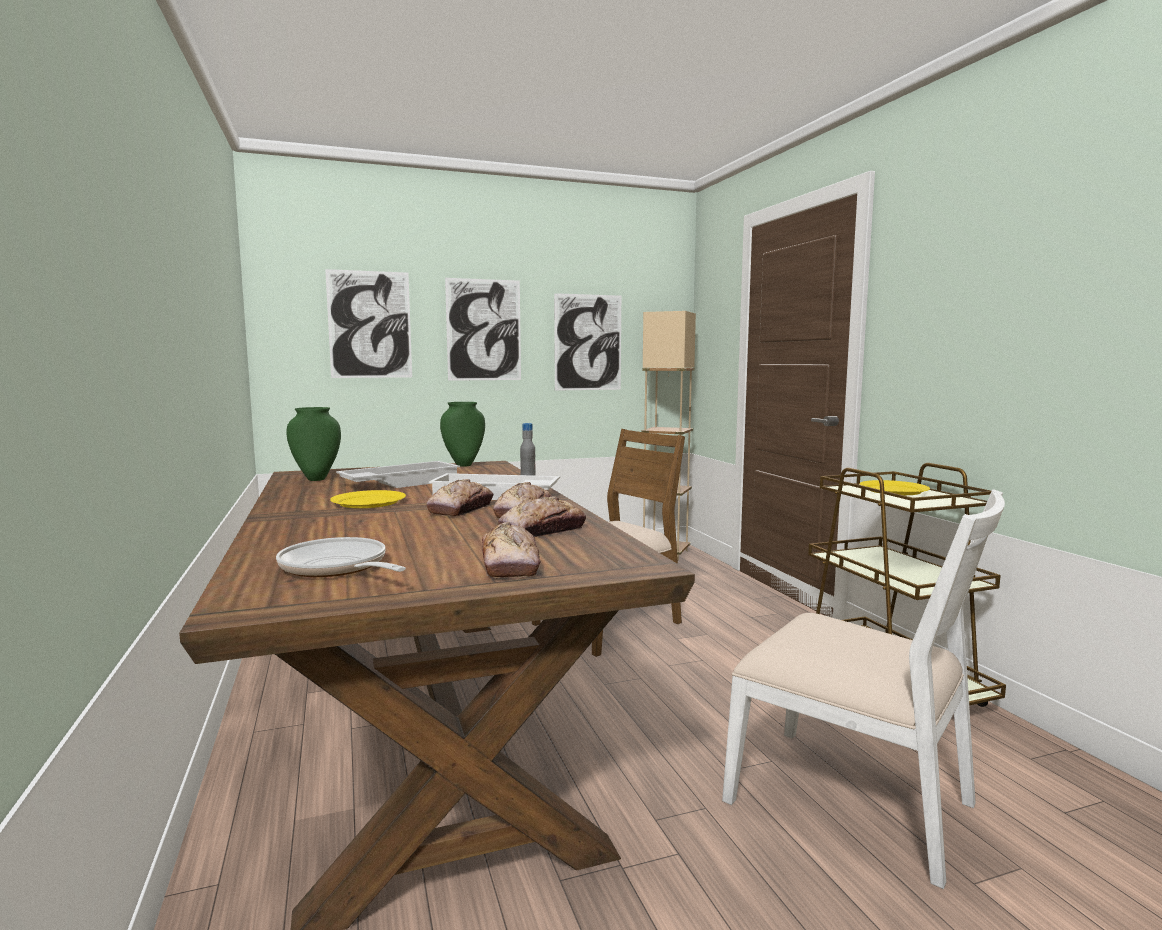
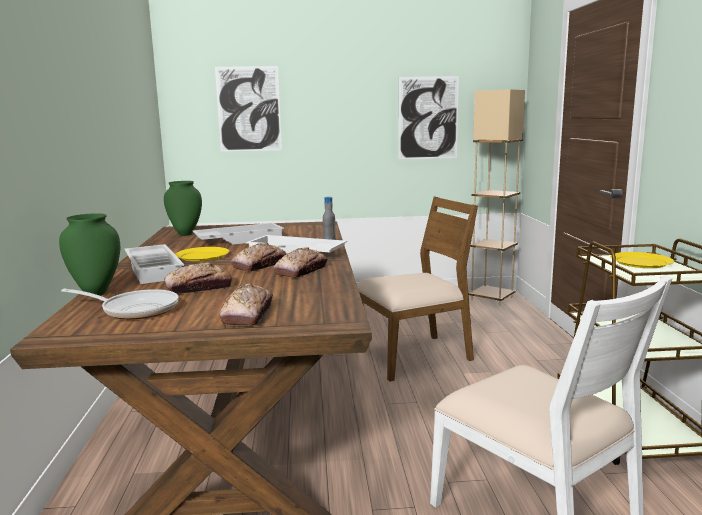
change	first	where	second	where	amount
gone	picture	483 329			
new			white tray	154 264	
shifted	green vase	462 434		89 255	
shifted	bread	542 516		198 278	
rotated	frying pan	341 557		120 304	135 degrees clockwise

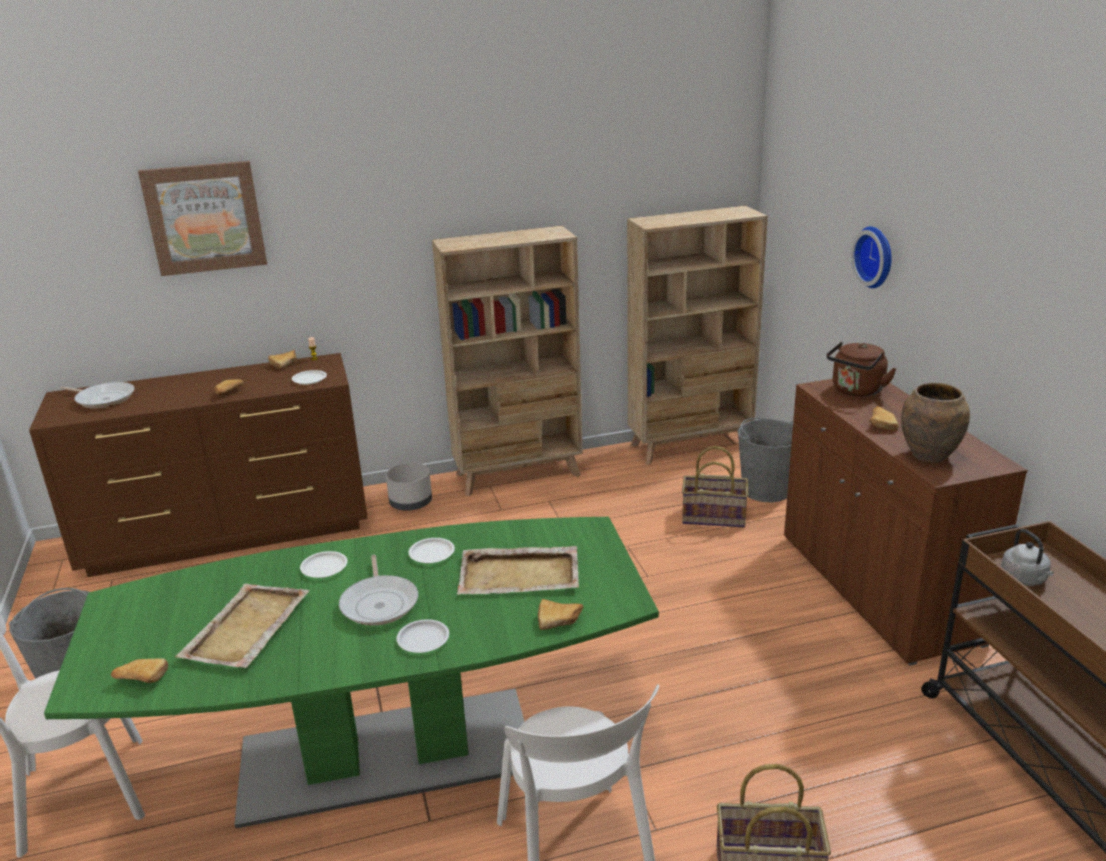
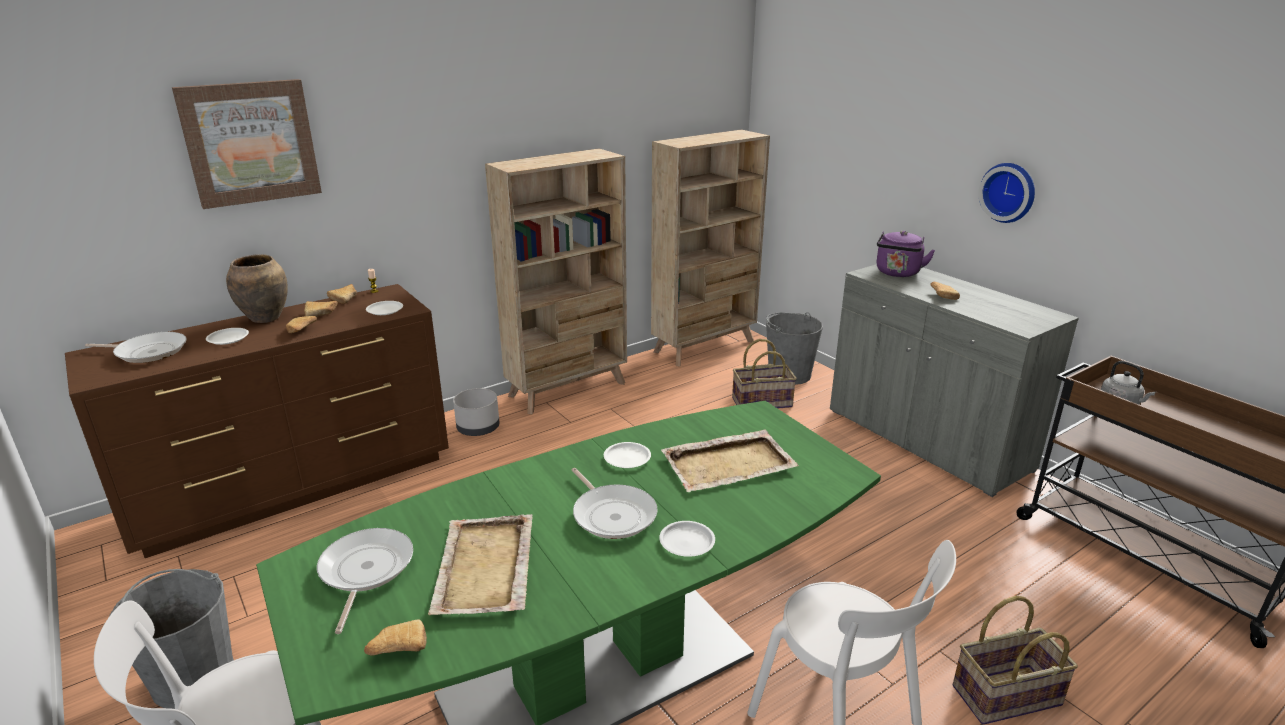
change	first	where	second	where	amount
new			frying pan	365 581	
shifted	white plate	324 564		227 336	
shifted	bread	560 614		321 309	
shifted	wall clock	871 257		1006 193	
shifted	brown vase	935 423		257 288	
repainted	brown cabinet	905 522	grey cabinet	954 380	
repainted	brown kettle	861 369	purple kettle	905 254	

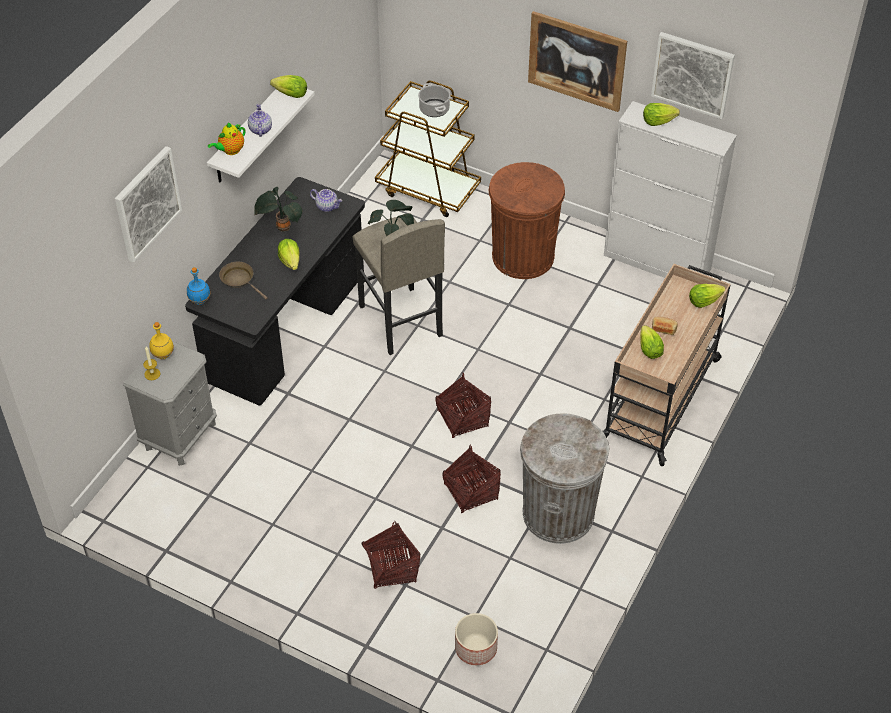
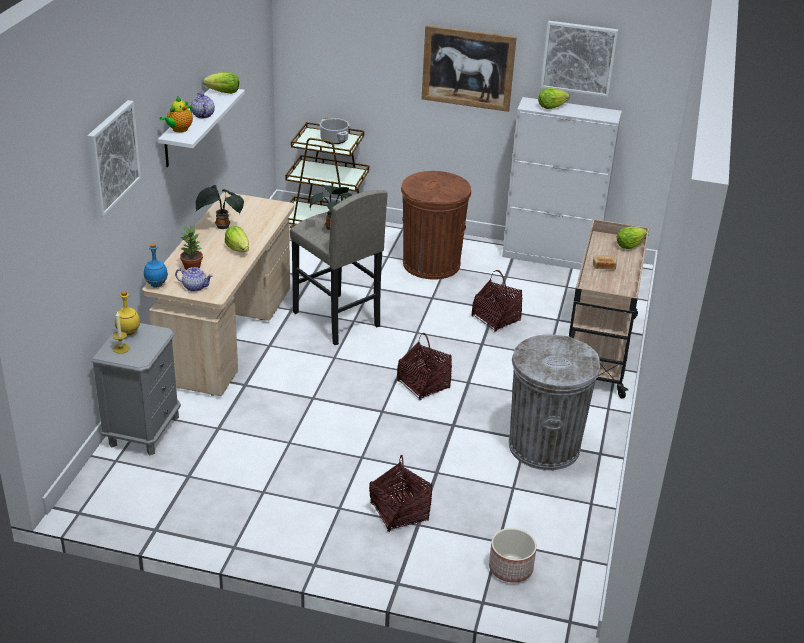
change	first	where	second	where	amount
gone	lettuce	652 342			
shifted	teapot	326 200		194 279	
shifted	basket	471 479		497 301	
swapped	brown frying pan	243 281	potted plant	191 248	
repainted	black desk	275 291	beige desk	218 294	

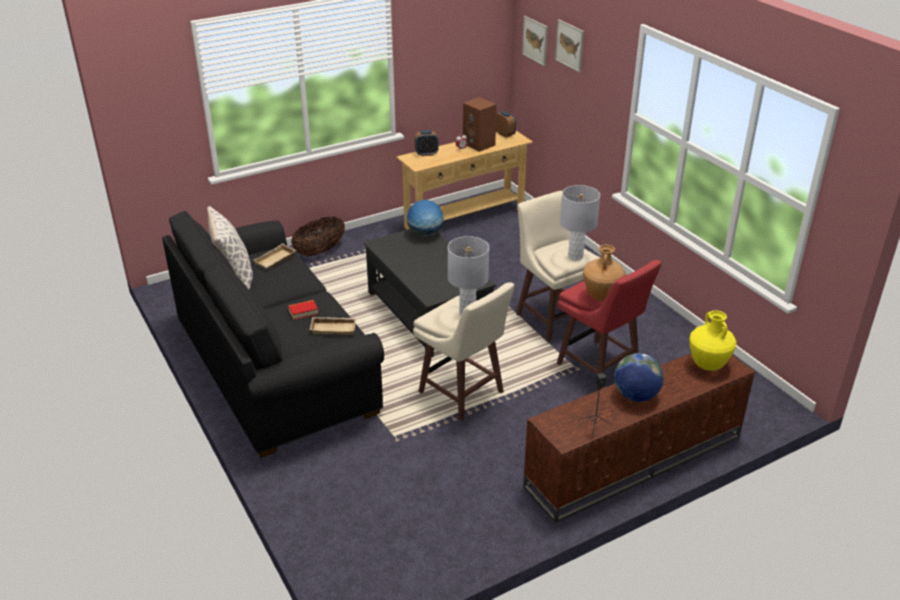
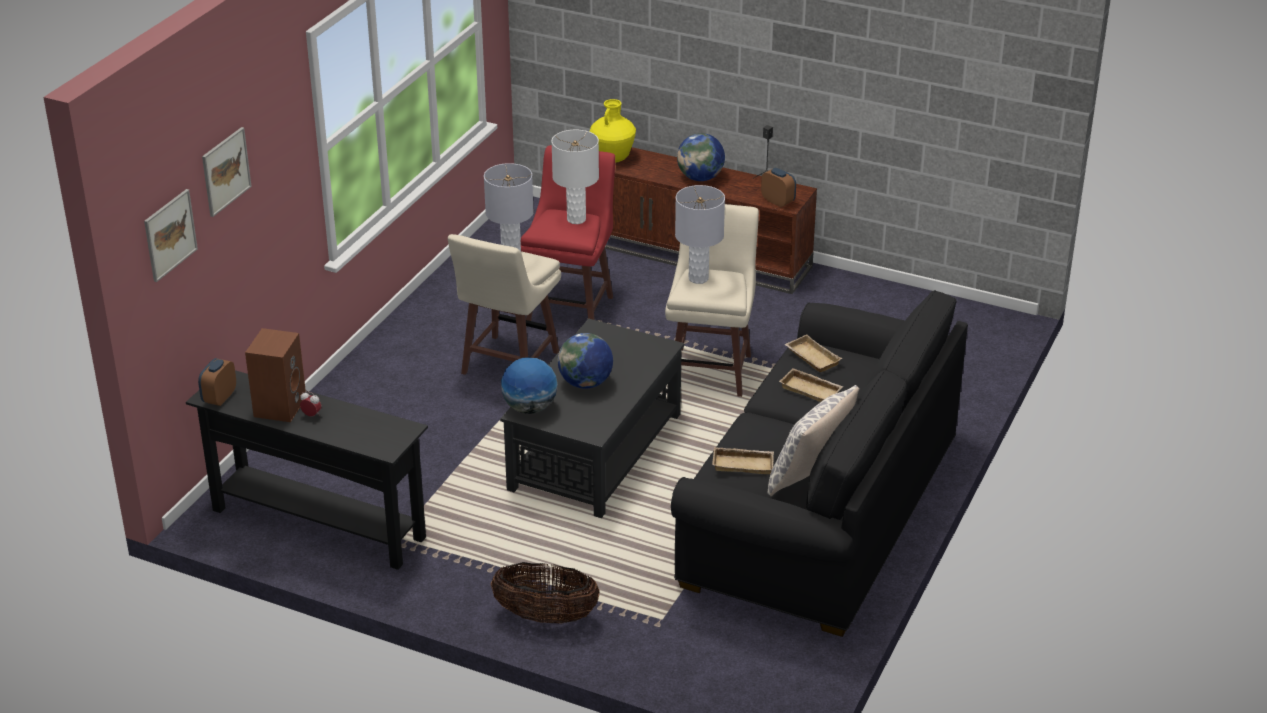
change	first	where	second	where	amount
new			globe	585 361	
shifted	alarm clock	426 143		778 187	
swapped	book	303 310	beige tray	811 385	
swapped	brown vase	604 273	white table lamp	575 177	
repainted	beige console table	464 180	black console table	307 470	

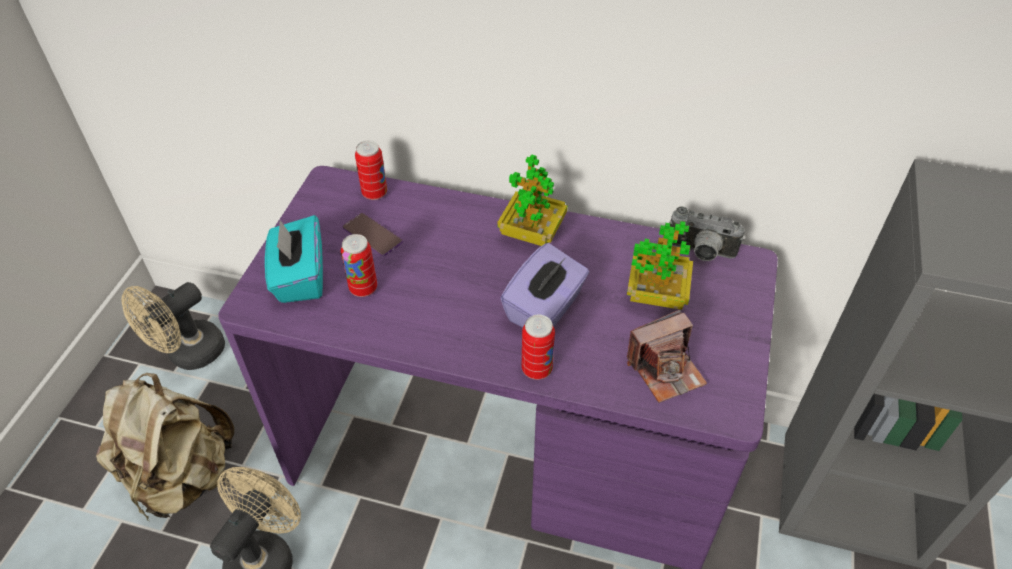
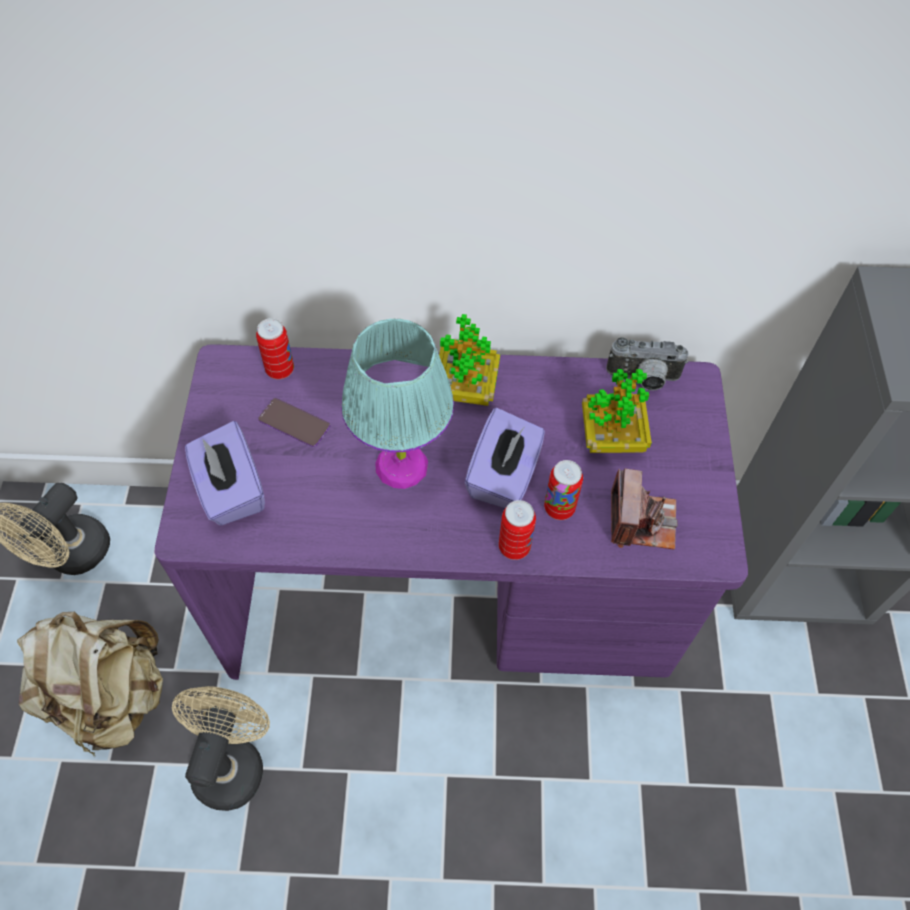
change	first	where	second	where	amount
new			turquoise table lamp	397 403	
shifted	can	359 265		563 490	
repainted	turquoise tissue box	294 259	purple tissue box	225 473	
rotated	photo camera	667 356		644 508	45 degrees counterclockwise

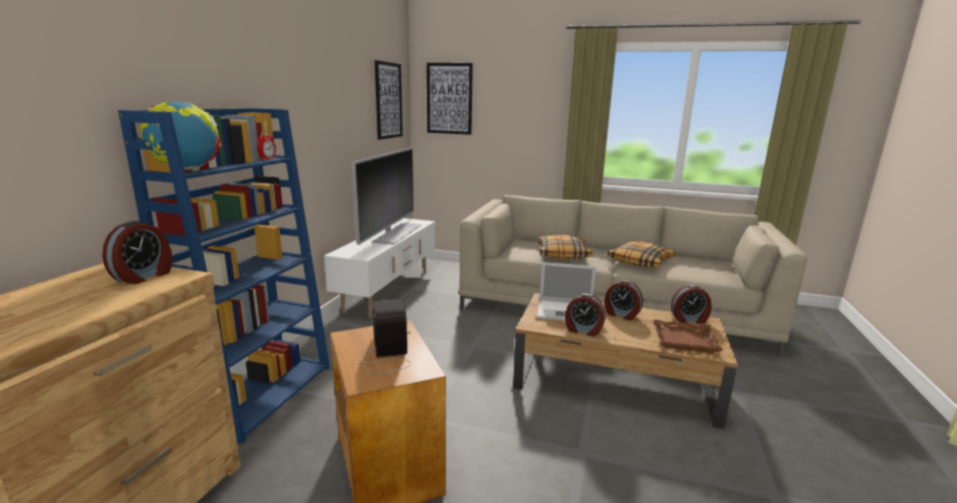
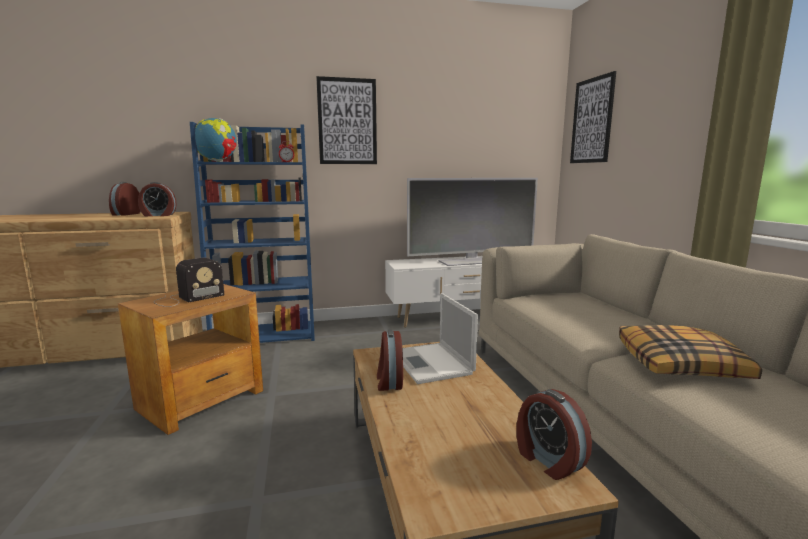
change	first	where	second	where	amount
gone	pillow	565 247			
gone	brown tray	688 336			
shifted	picture	389 100		346 120	
shifted	alarm clock	623 300		124 199	

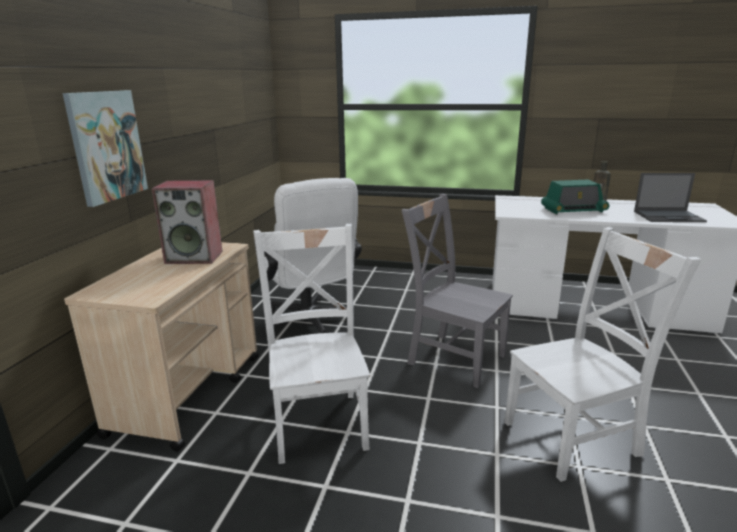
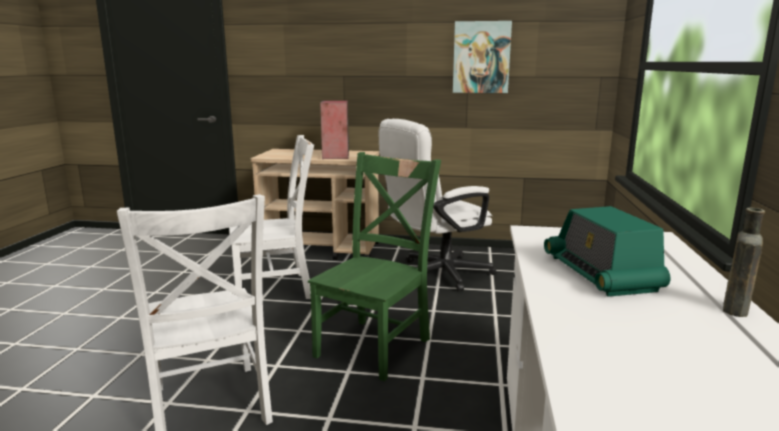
change	first	where	second	where	amount
gone	laptop	670 197			
shifted	picture	105 148		482 57	
repainted	grey chair	457 290	green chair	374 266	

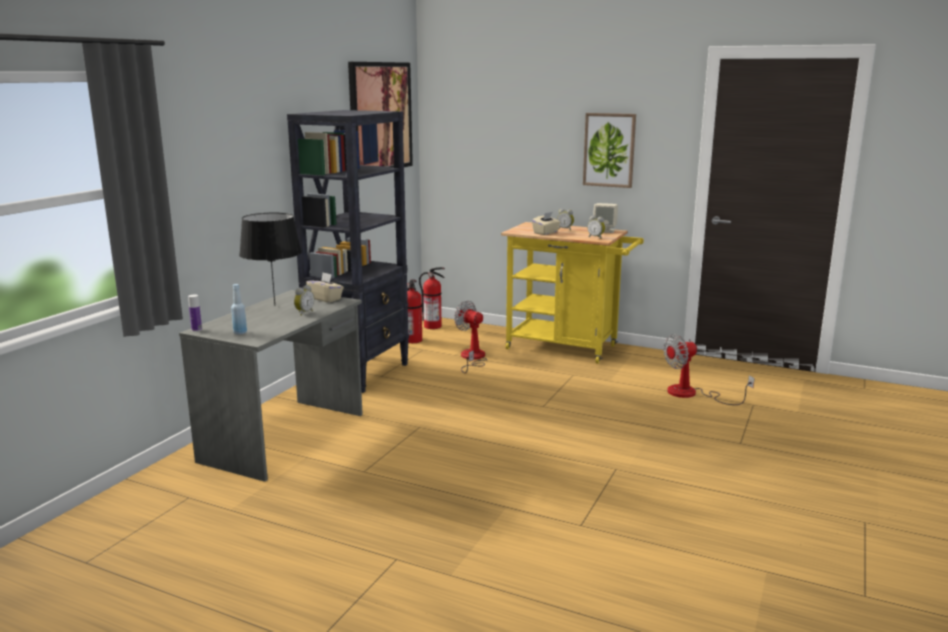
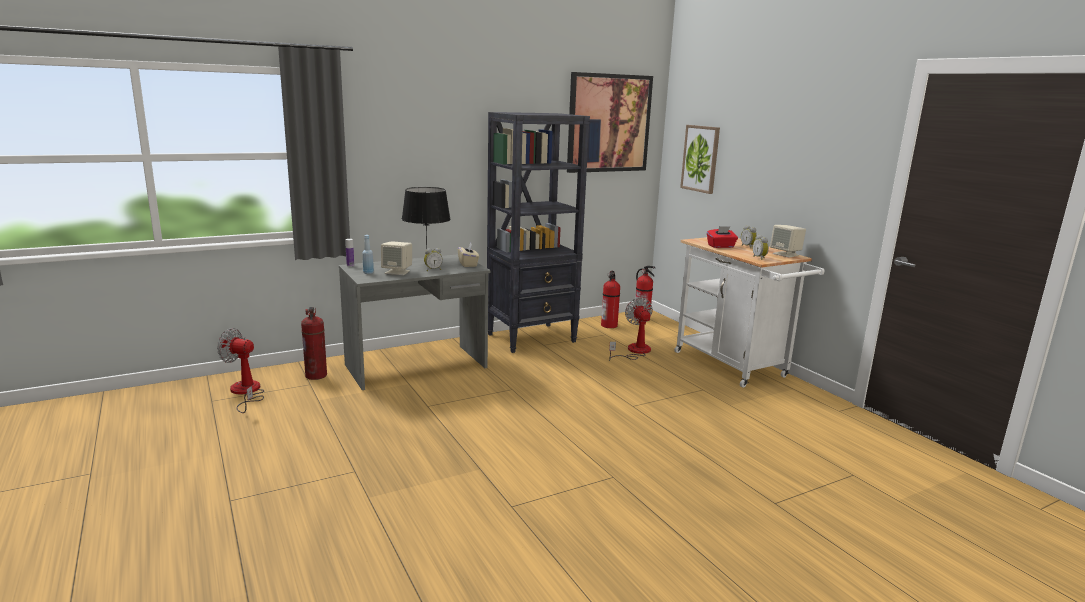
change	first	where	second	where	amount
new			fire extinguisher	314 343	
new			beige speaker	396 258	
shifted	picture	609 150		700 159	
shifted	fan	709 369		240 370	
repainted	yellow cart	572 293	white cart	749 312	
repainted	beige tissue box	546 223	red tissue box	722 237	

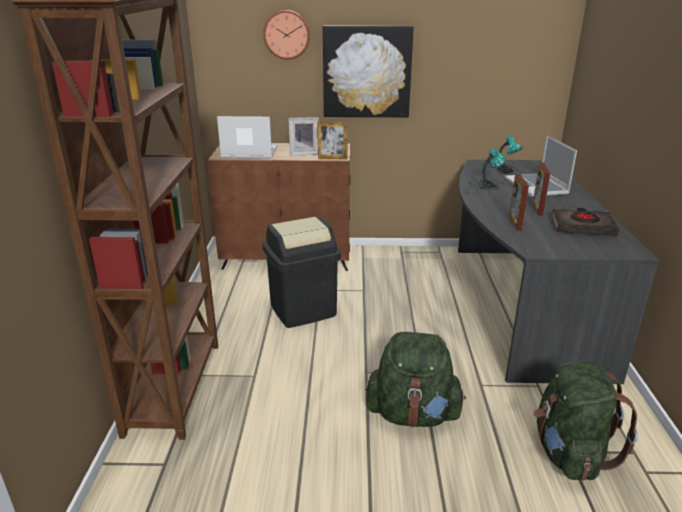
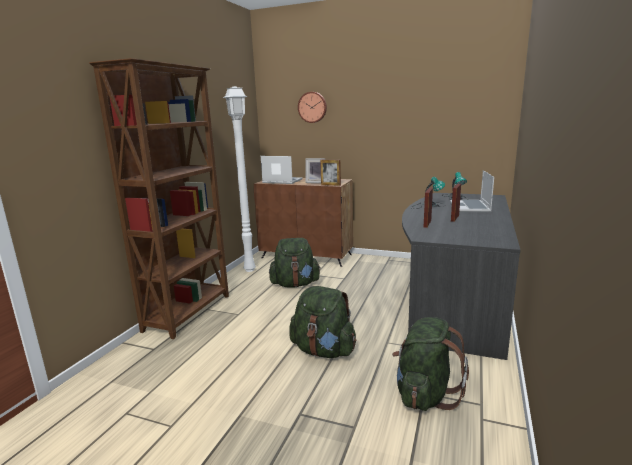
change	first	where	second	where	amount
gone	picture	368 71			
gone	black book	585 222			
new			white floor lamp	239 179	
swapped	black trash can	301 272	green backpack	295 263	

